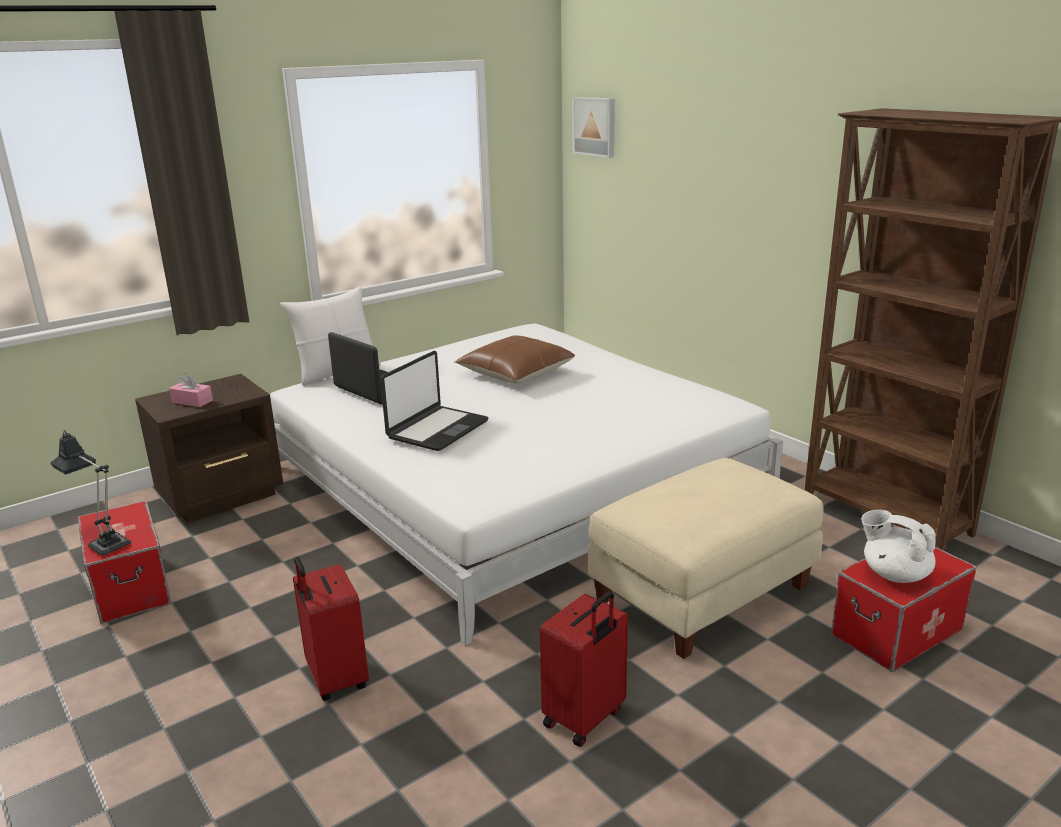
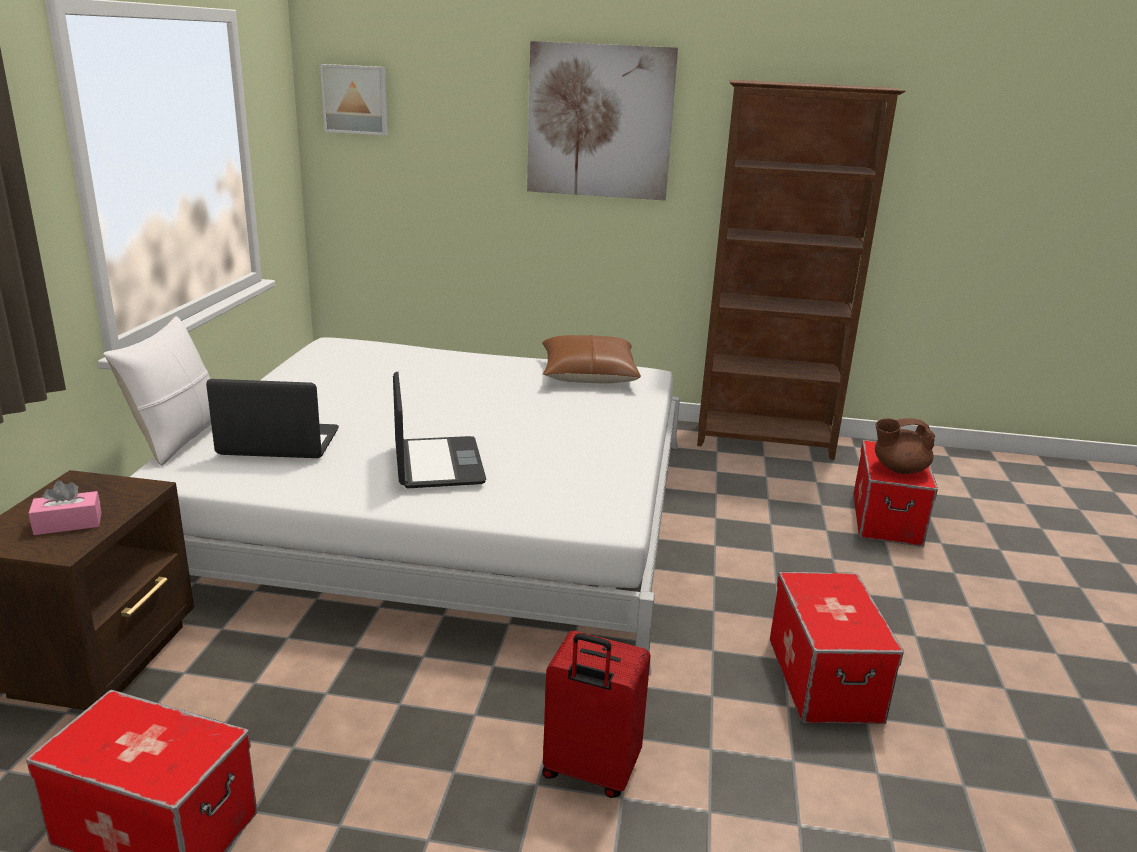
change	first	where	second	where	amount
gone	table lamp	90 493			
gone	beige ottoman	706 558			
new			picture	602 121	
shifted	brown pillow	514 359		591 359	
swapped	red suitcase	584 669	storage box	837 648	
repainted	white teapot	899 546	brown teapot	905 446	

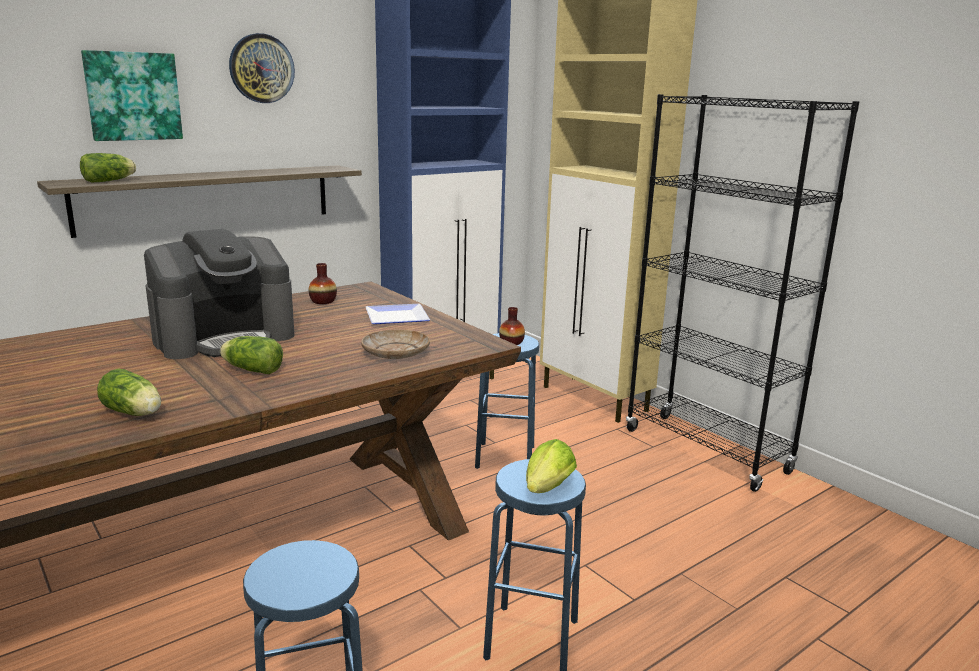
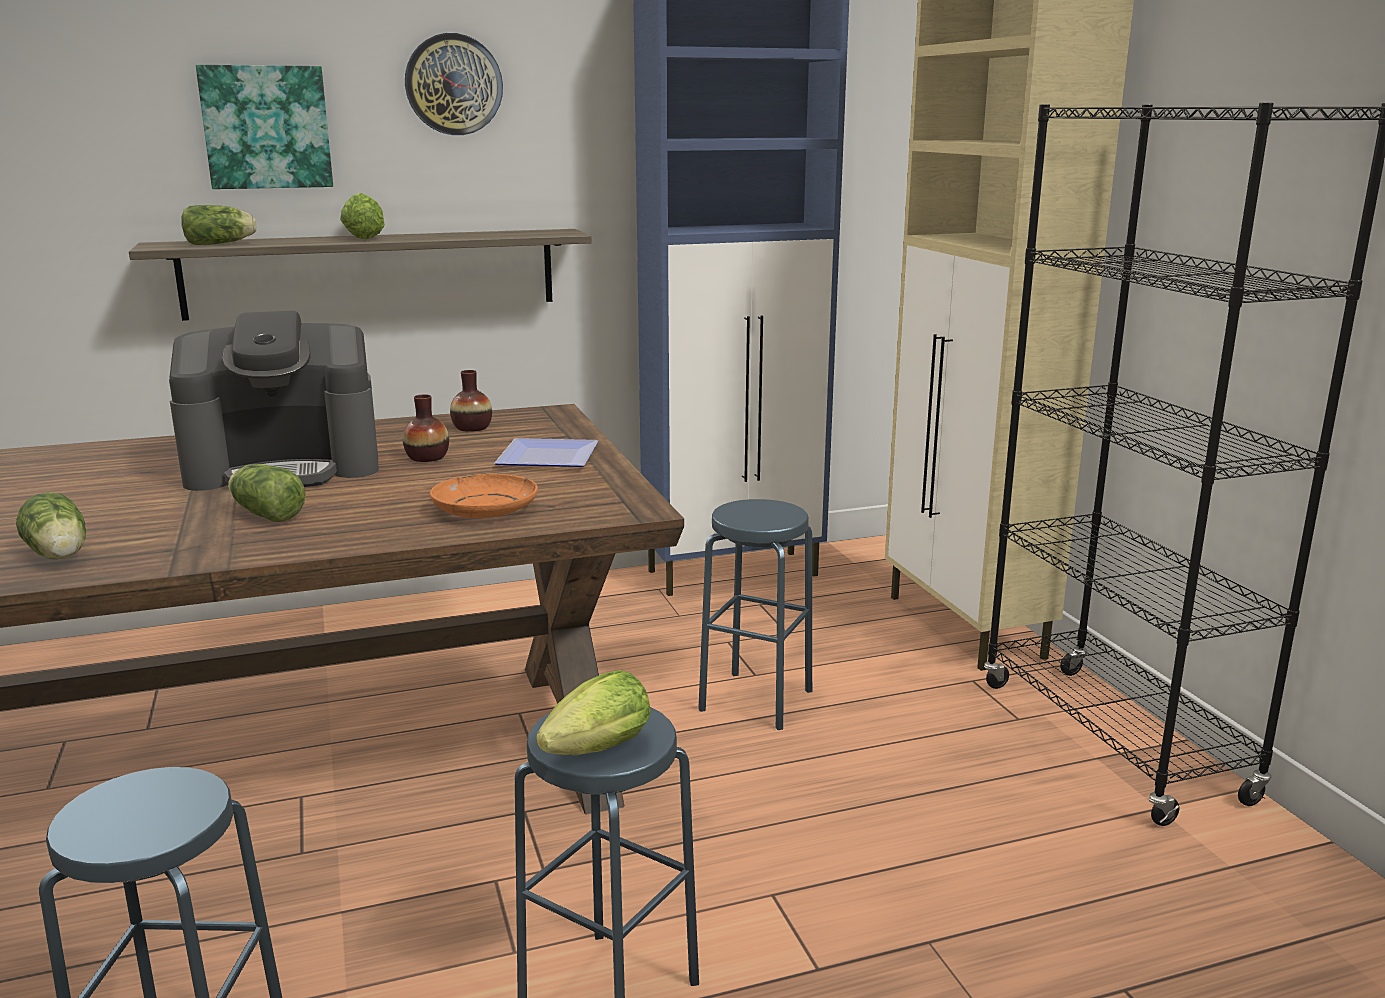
change	first	where	second	where	amount
new			lettuce	362 216	
shifted	vase	512 326		426 428	
repainted	beige plate	395 344	orange plate	484 496	

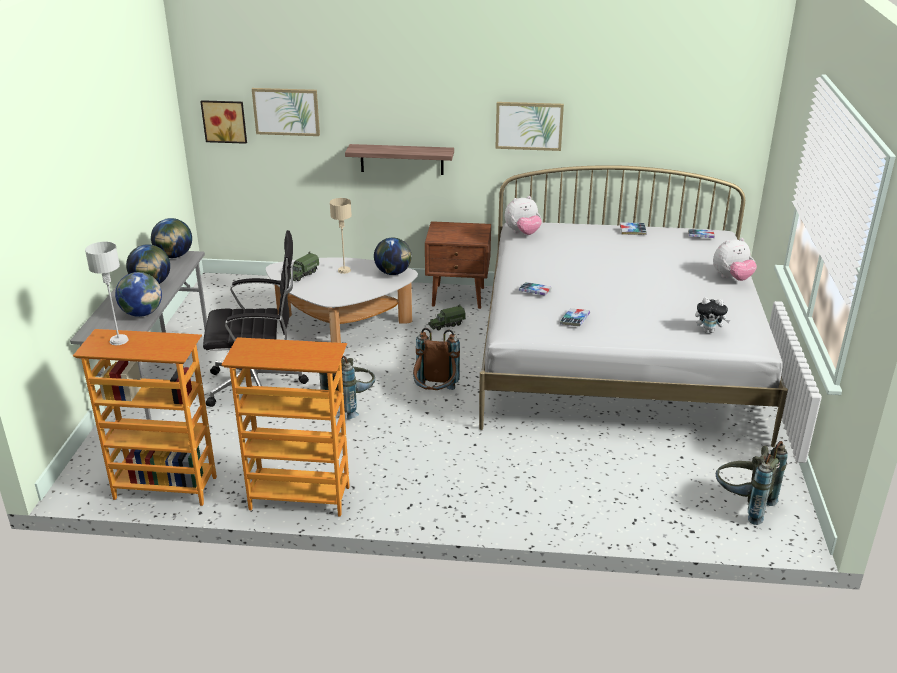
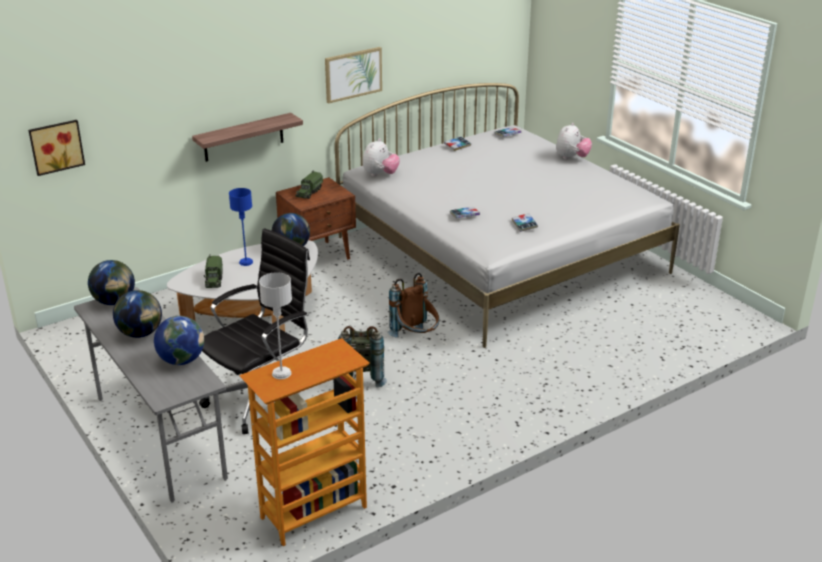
change	first	where	second	where	amount
gone	bookcase	286 427			
gone	picture	286 112			
gone	plush toy	712 315			
gone	grey backpack	752 483			
shifted	toy truck	446 317		309 185	
repainted	beige table lamp	341 236	blue table lamp	241 227	

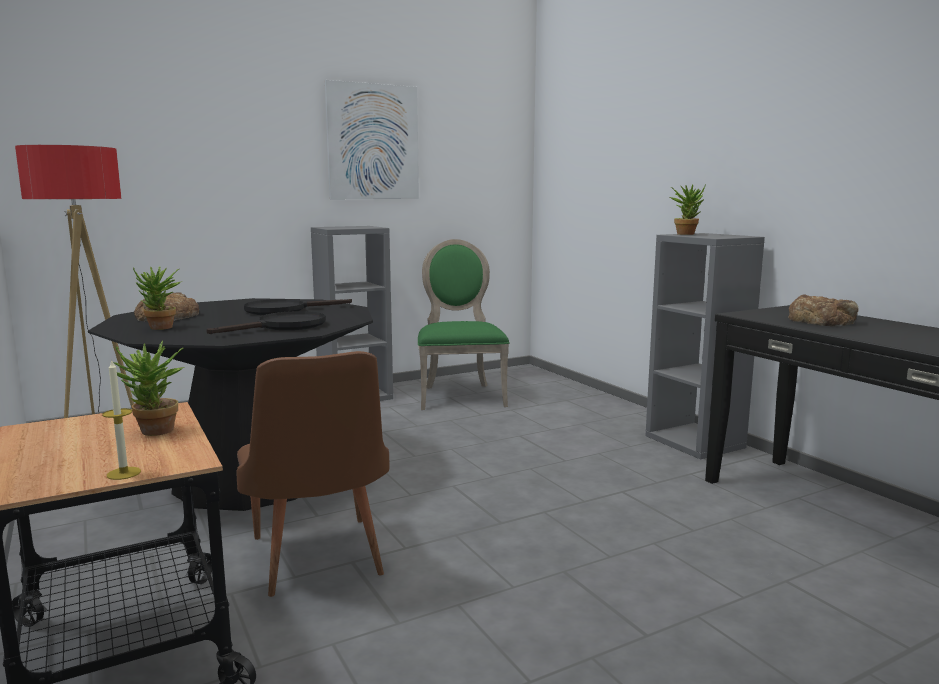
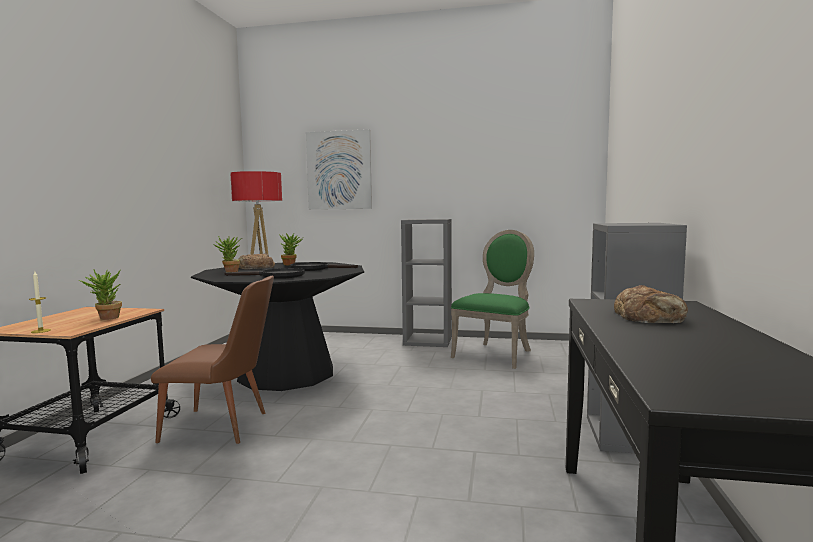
change	first	where	second	where	amount
shifted	picture	372 139		339 169	
shifted	potted plant	688 209		291 249	
rotated	brown chair	313 474		212 360	105 degrees counterclockwise

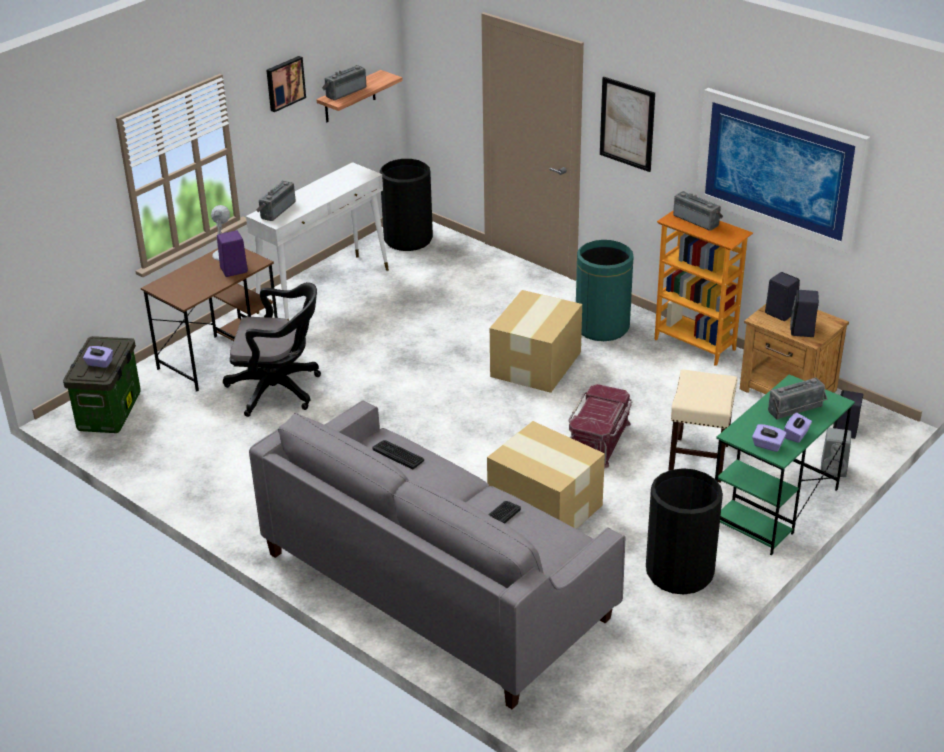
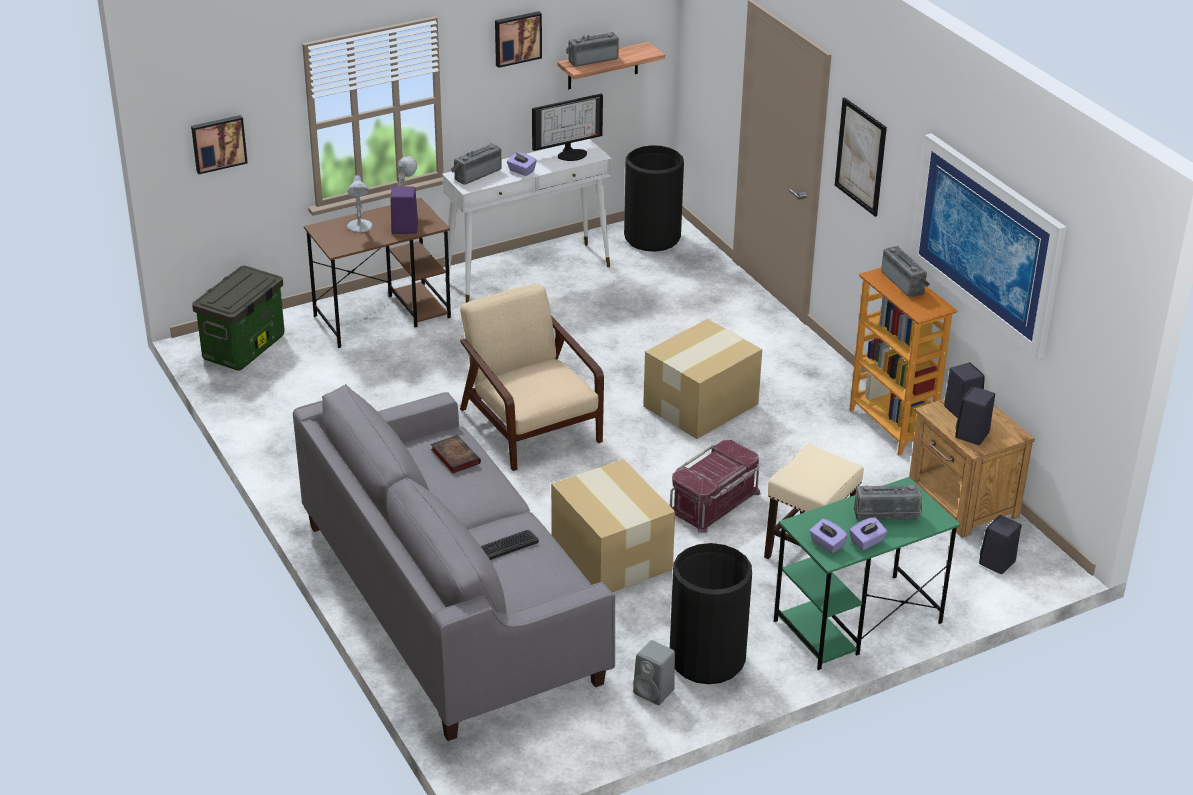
change	first	where	second	where	amount
gone	black office chair	272 349			
gone	green trash can	605 290			
new			picture	219 144	
new			white table lamp	360 204	
new			beige armchair	532 377	
new			monitor	567 127	
shifted	purple tissue box	98 357		522 164	
shifted	grey speaker	836 452		654 672	
swapped	keyboard	398 454	book	456 454	

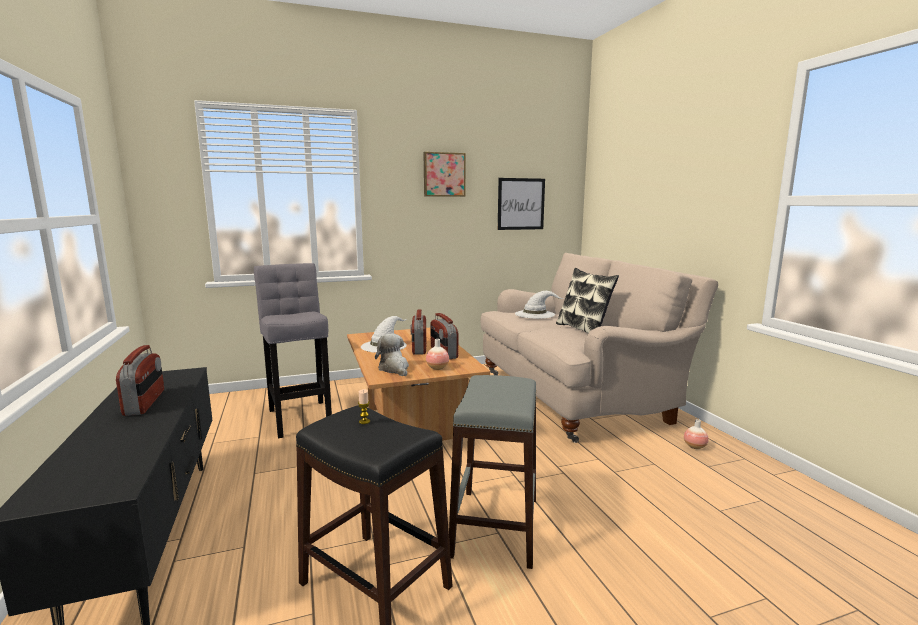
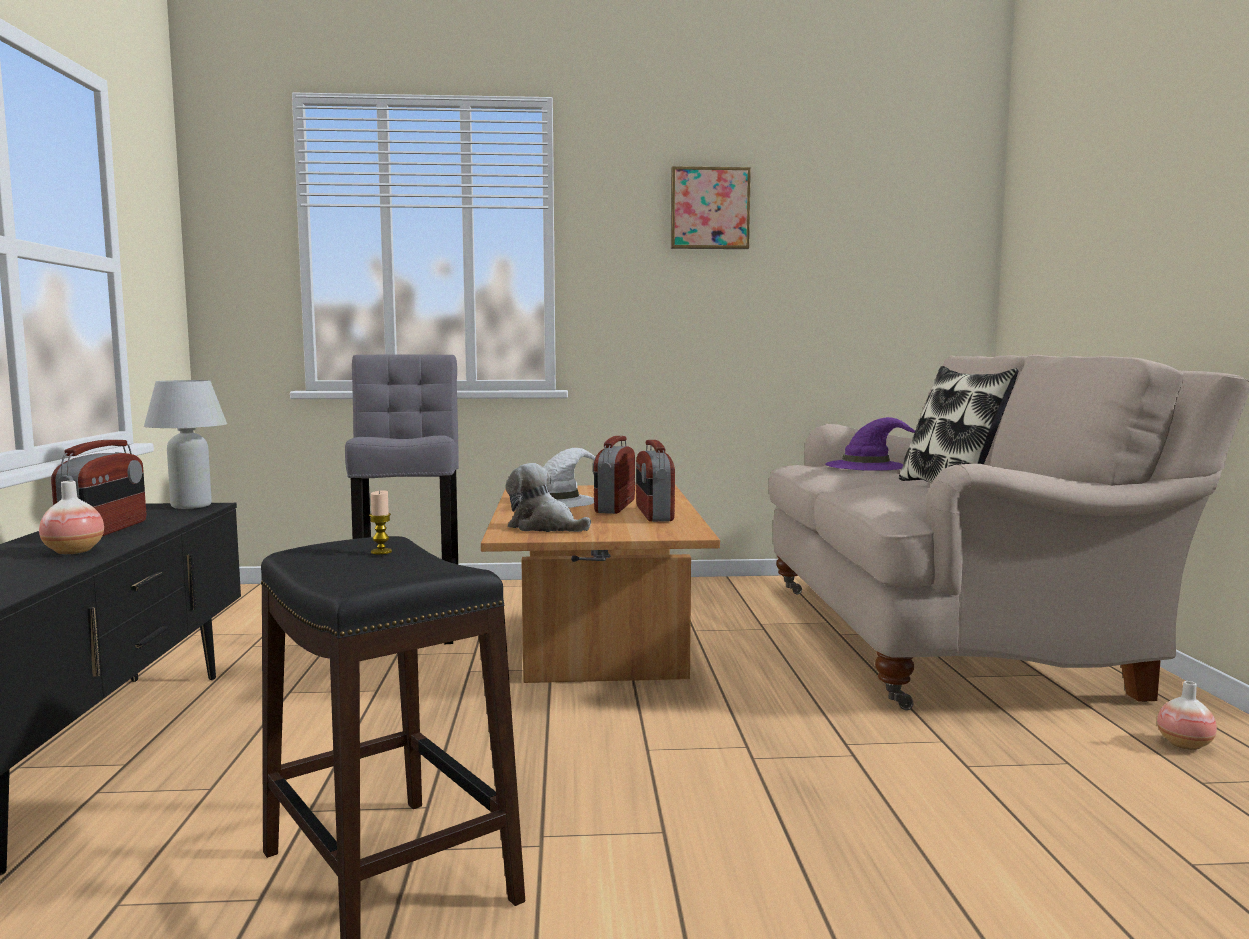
change	first	where	second	where	amount
gone	grey stool	492 472			
gone	picture	521 204			
new			white table lamp	185 444	
shifted	vase	437 354		71 517	
repainted	white hat	539 305	purple hat	870 444	
rotated	plush toy	392 354		548 497	45 degrees counterclockwise

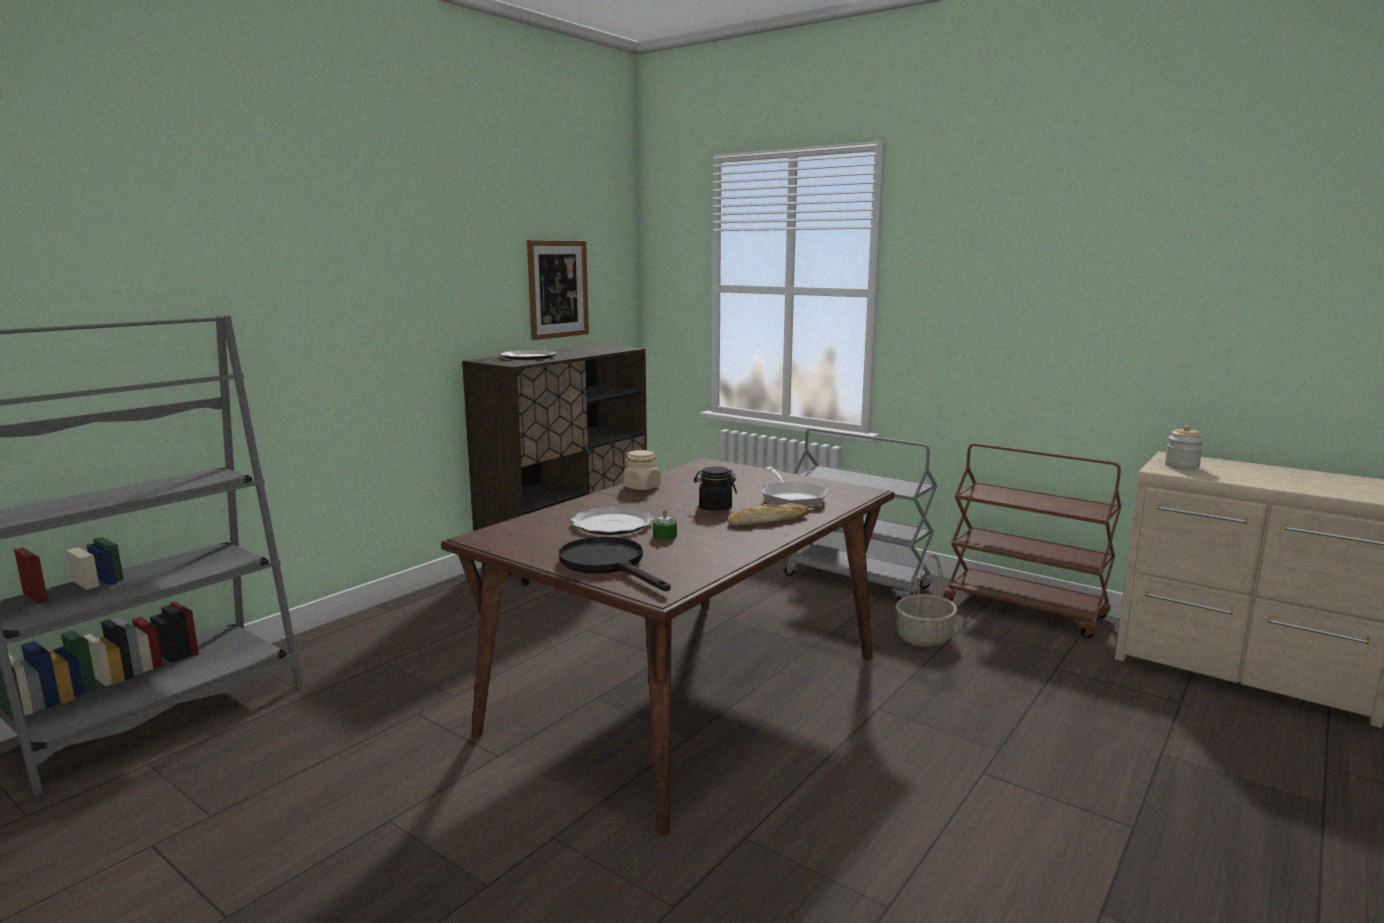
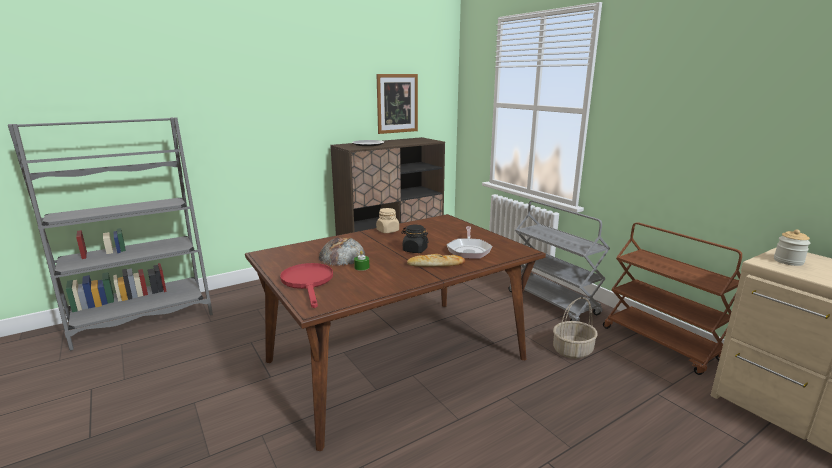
change	first	where	second	where	amount
swapped	plate	612 521	bread	342 251	
repainted	black frying pan	614 564	red frying pan	306 285	

